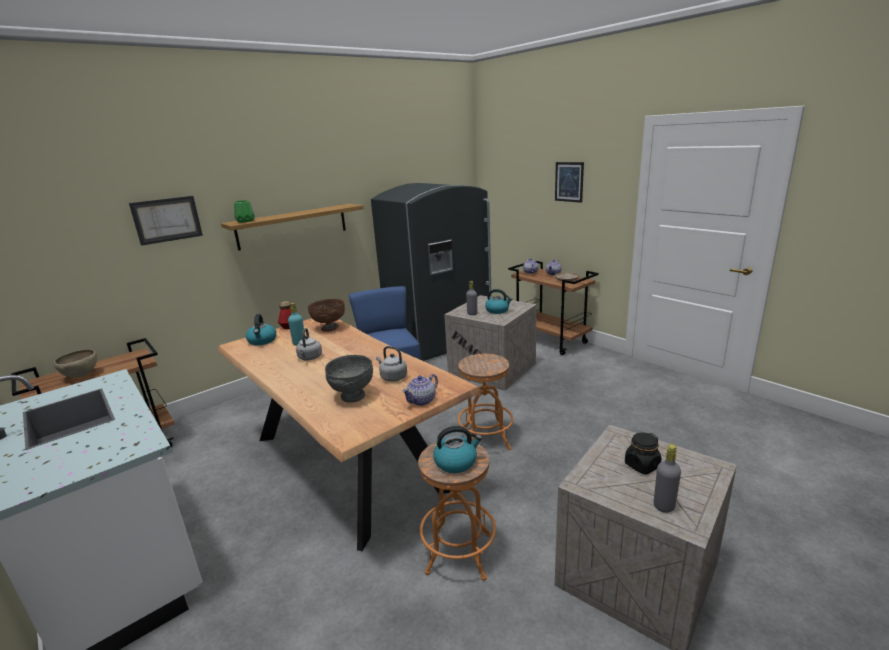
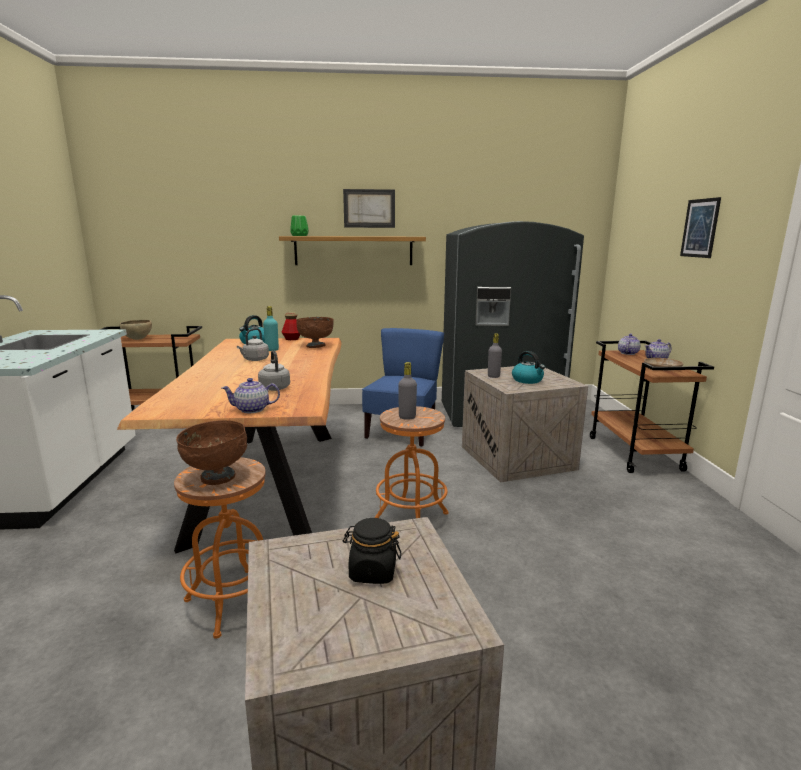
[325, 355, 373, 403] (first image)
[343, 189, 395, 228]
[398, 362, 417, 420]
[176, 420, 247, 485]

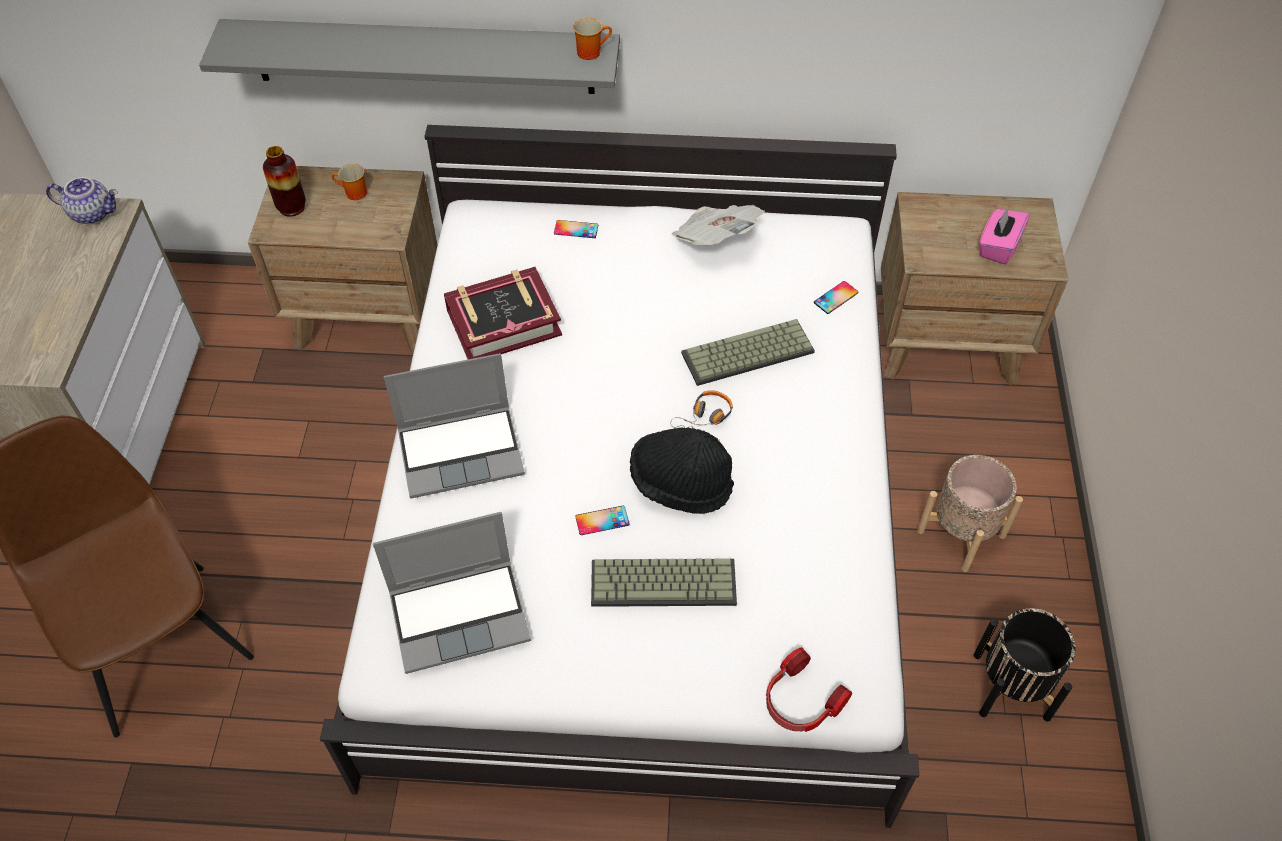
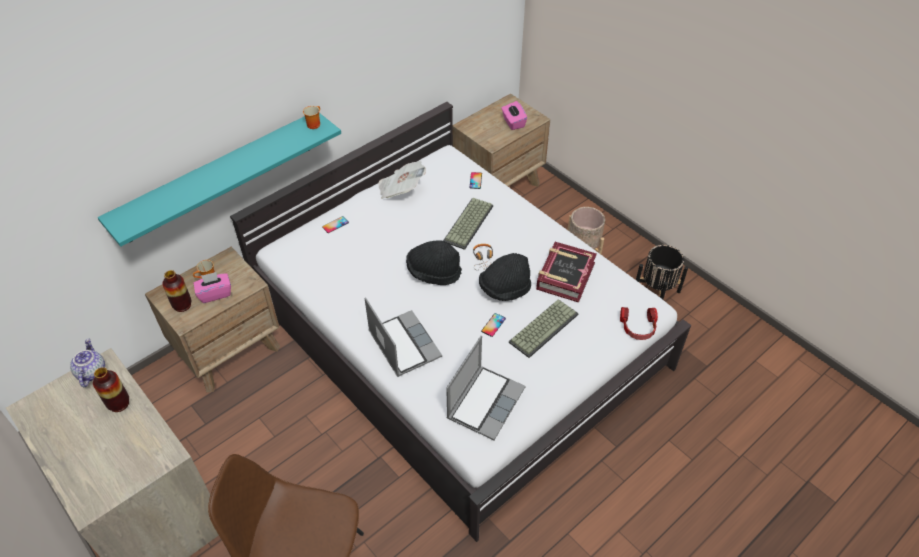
[93, 367, 129, 412]
[194, 272, 231, 303]
[406, 241, 462, 285]
[536, 242, 597, 303]
[98, 113, 341, 247]
[70, 338, 105, 387]
[365, 297, 442, 377]

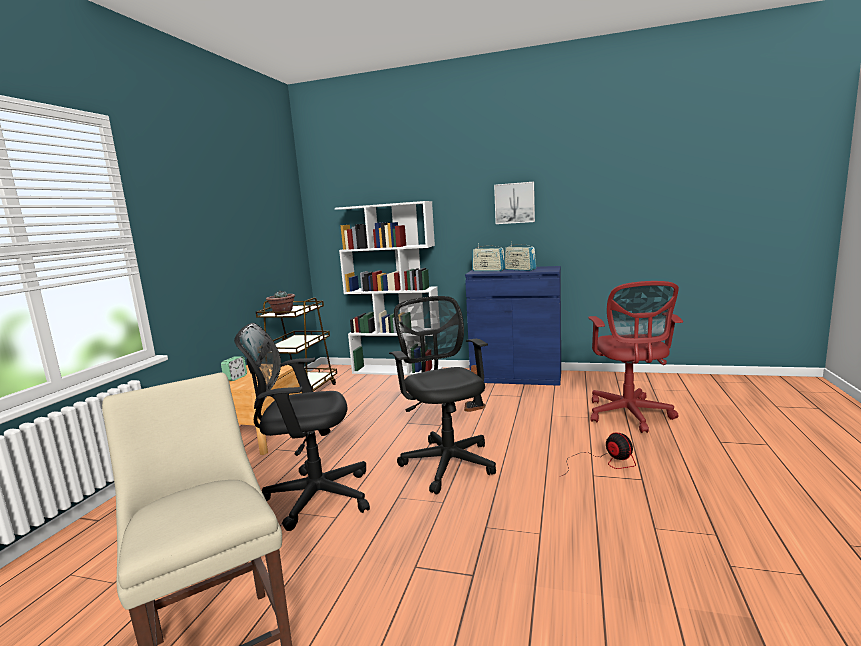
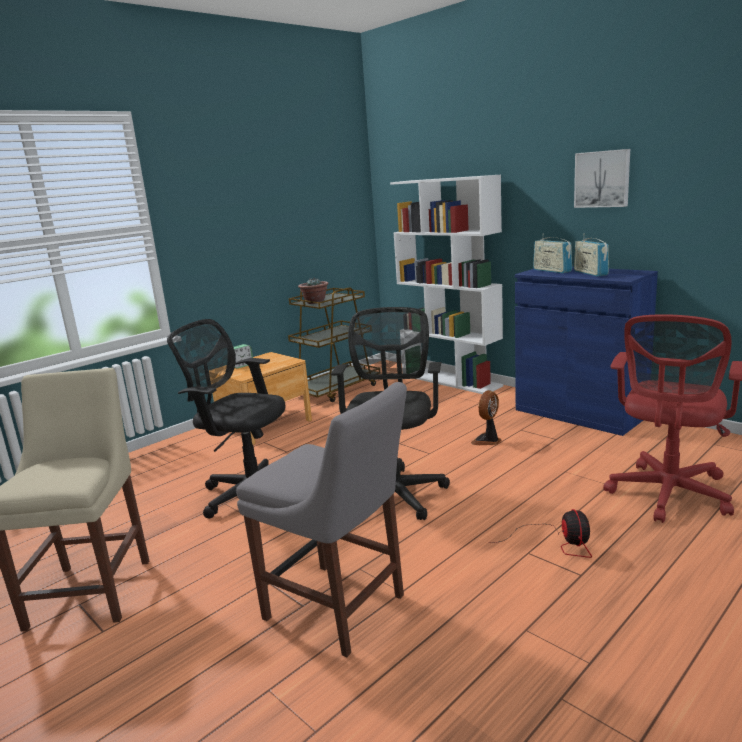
[236, 382, 407, 657]

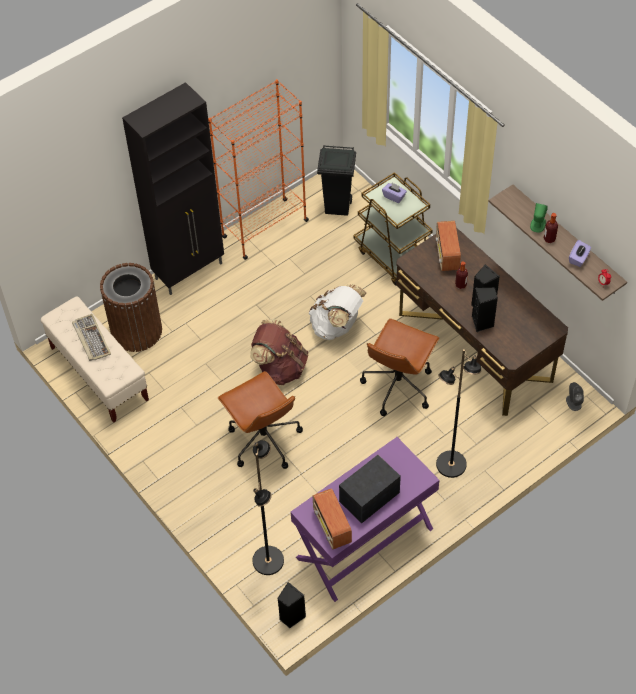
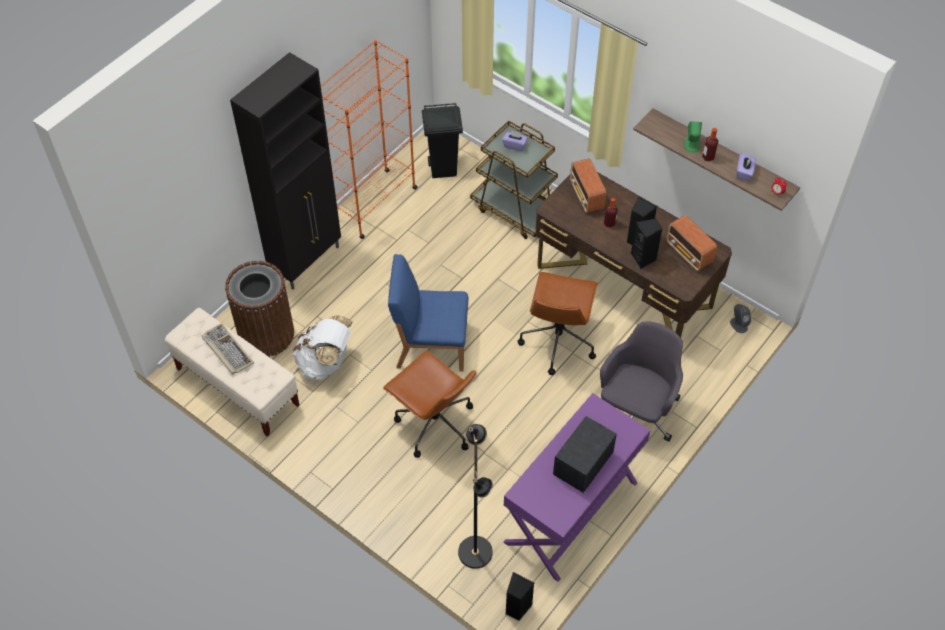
[293, 315, 352, 380]
[666, 215, 717, 271]
[388, 254, 469, 372]
[600, 321, 683, 442]

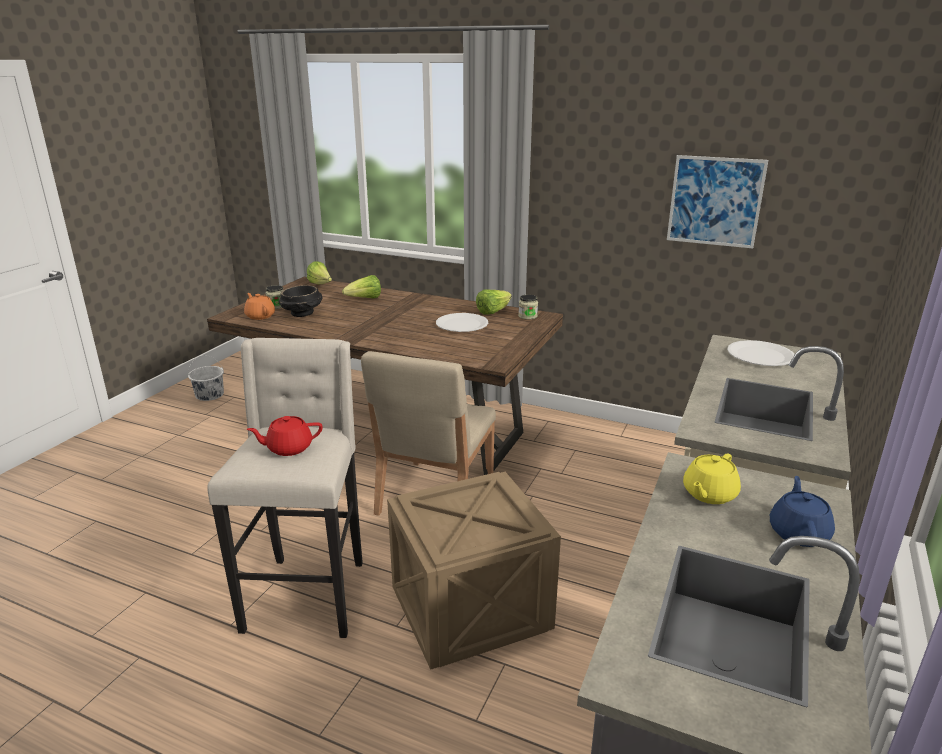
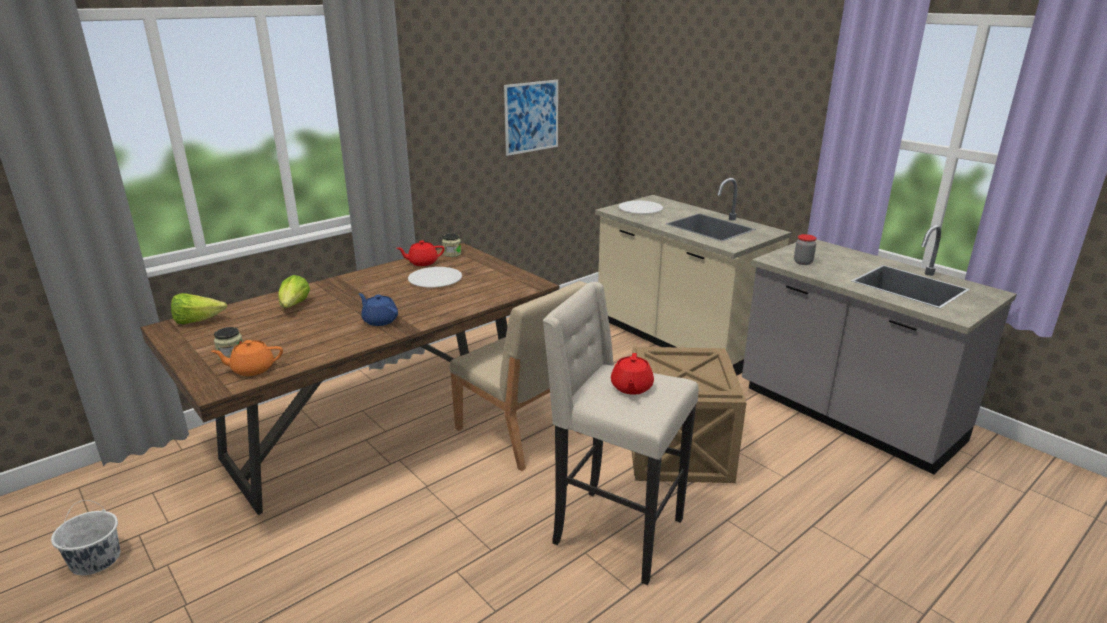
[279, 285, 322, 317] (first image)
[359, 293, 398, 326]
[397, 240, 445, 266]
[794, 234, 817, 265]

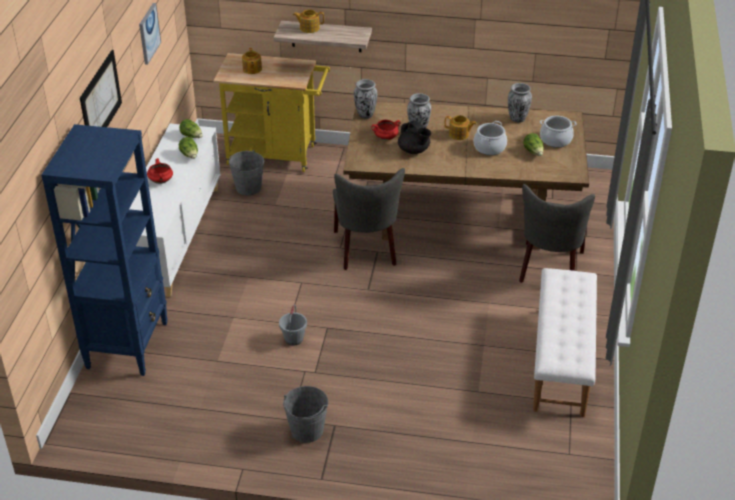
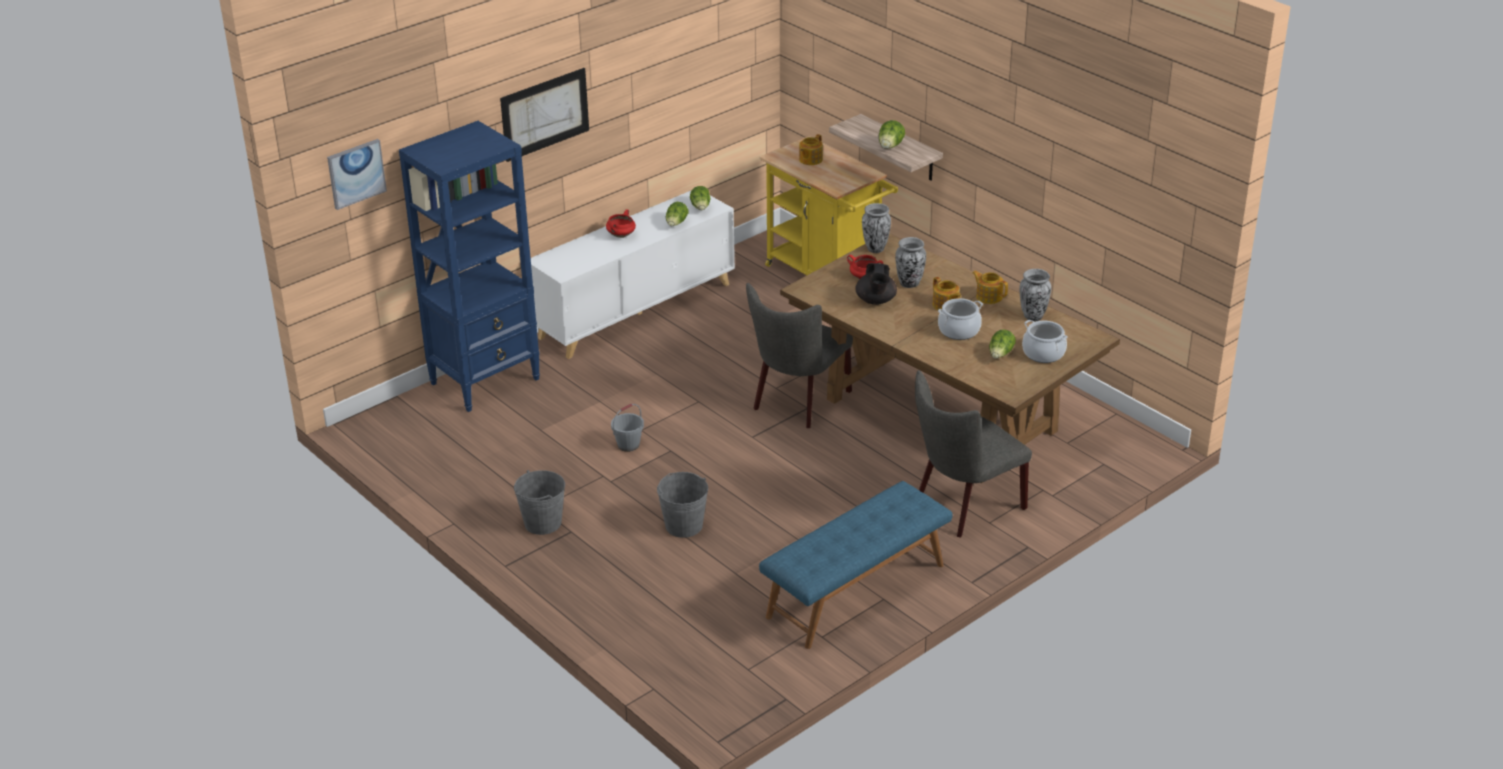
[879, 120, 905, 149]
[327, 139, 387, 210]
[657, 472, 708, 538]
[972, 271, 1008, 304]
[759, 481, 953, 649]

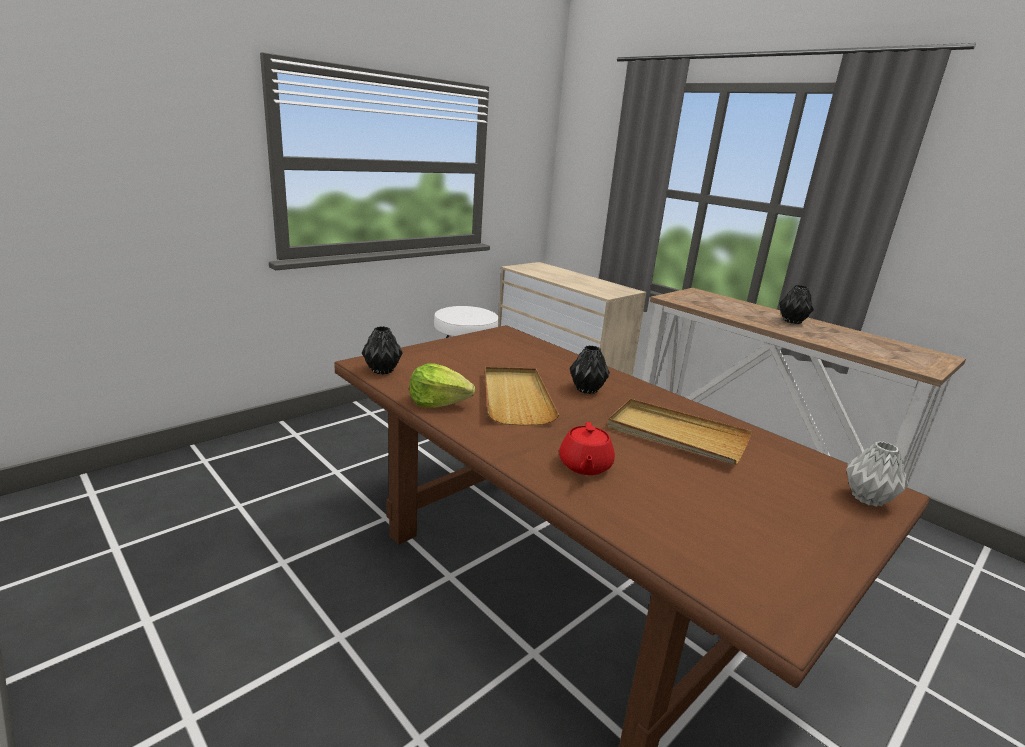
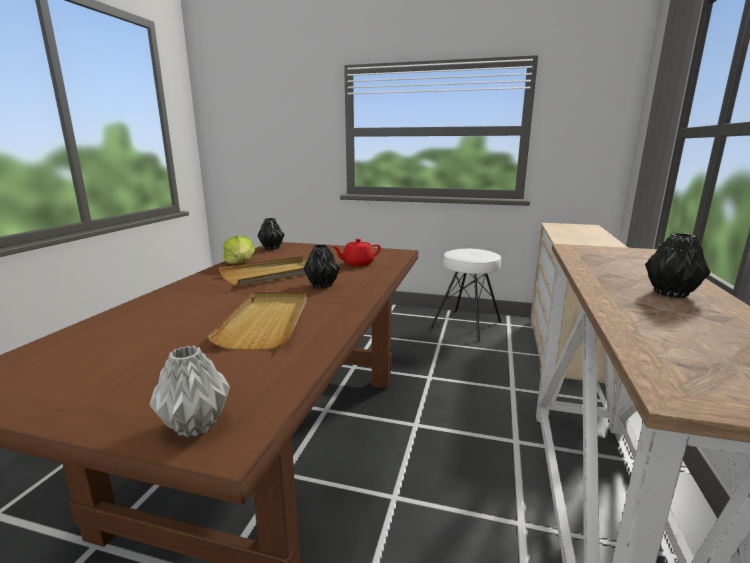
[333, 239, 381, 266]

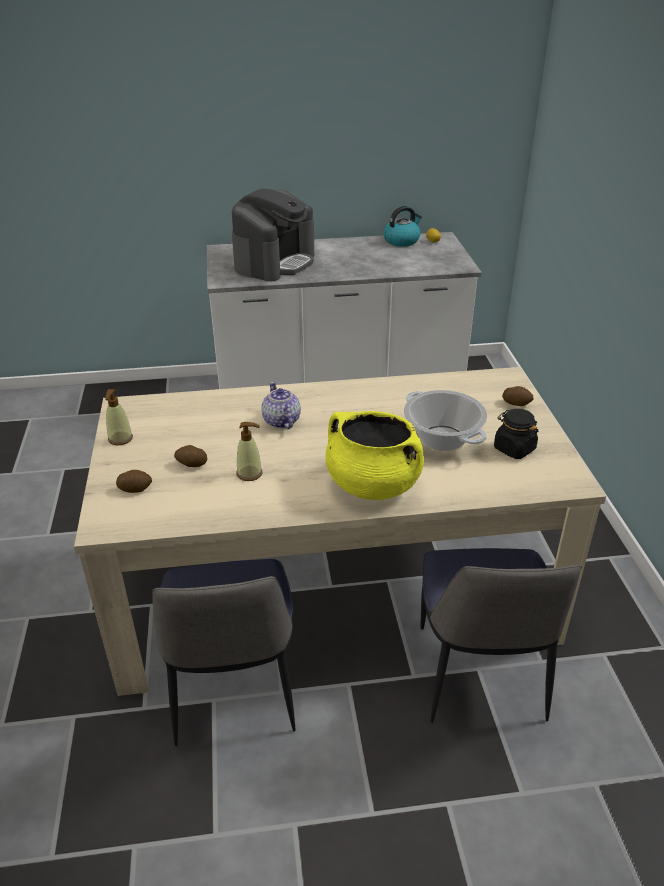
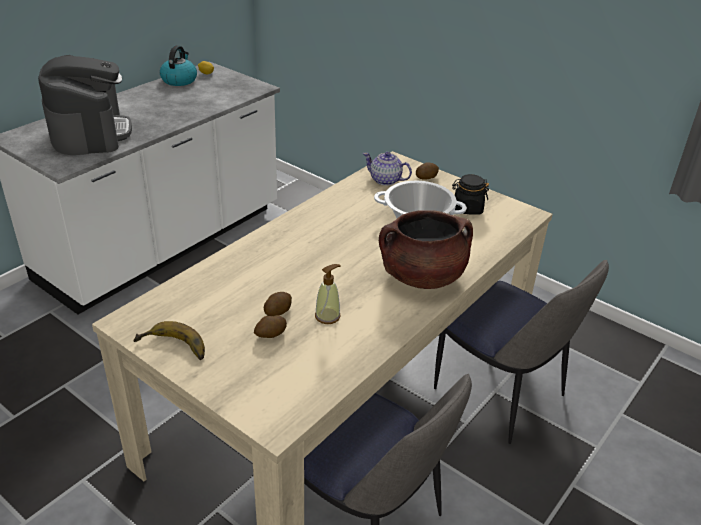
[264, 292, 292, 316]
[363, 152, 412, 186]
[133, 321, 205, 360]
[379, 210, 473, 289]

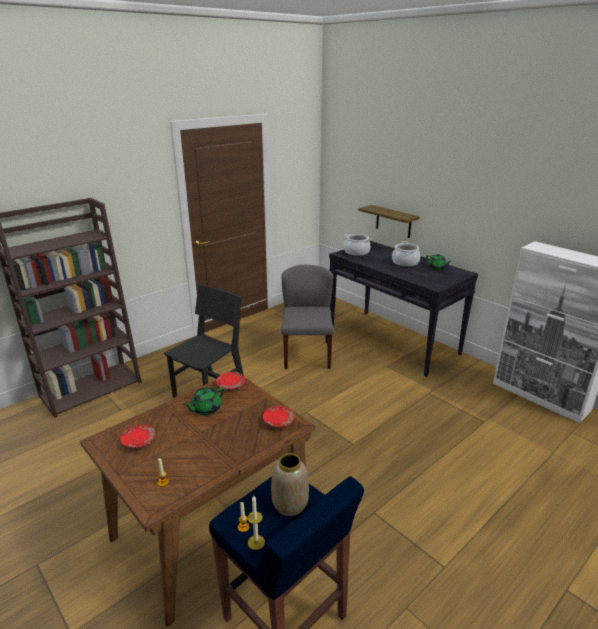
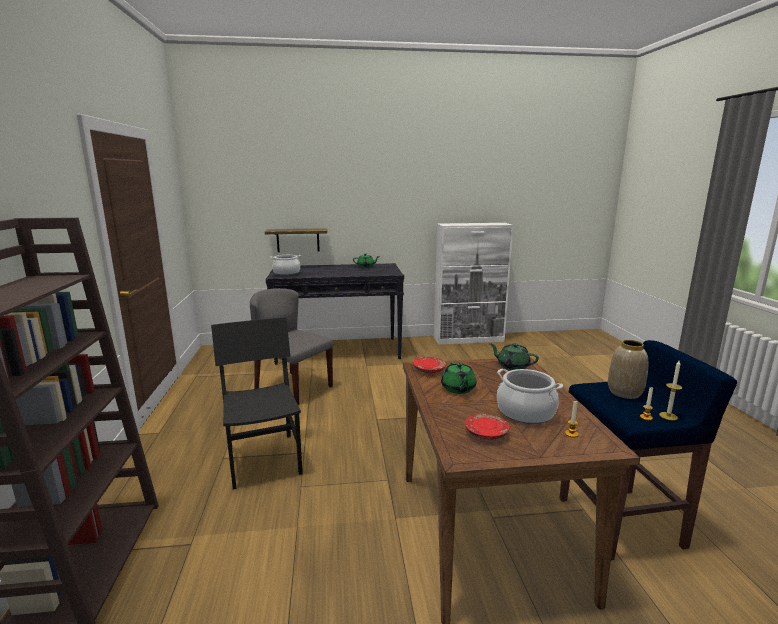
[497, 369, 563, 424]
[489, 343, 539, 370]

